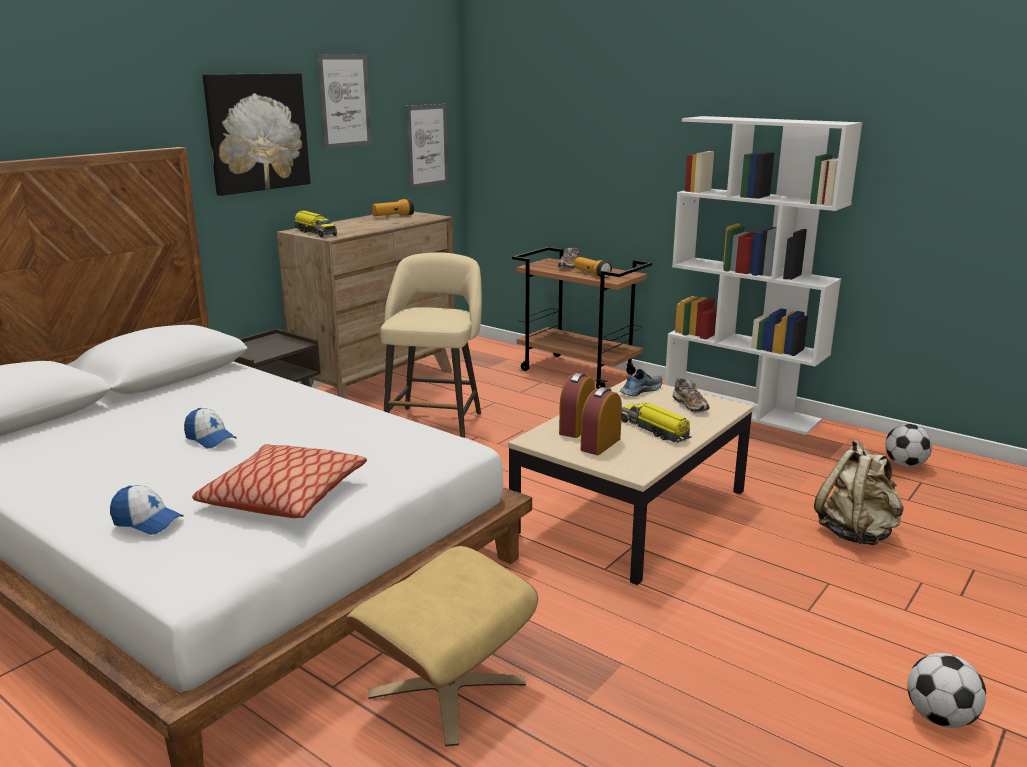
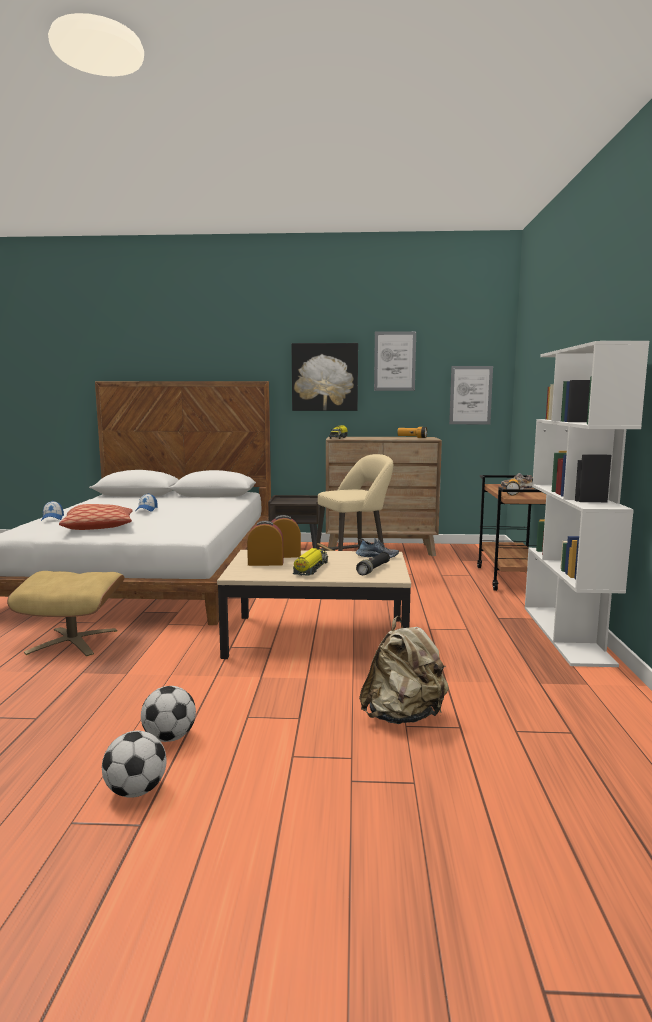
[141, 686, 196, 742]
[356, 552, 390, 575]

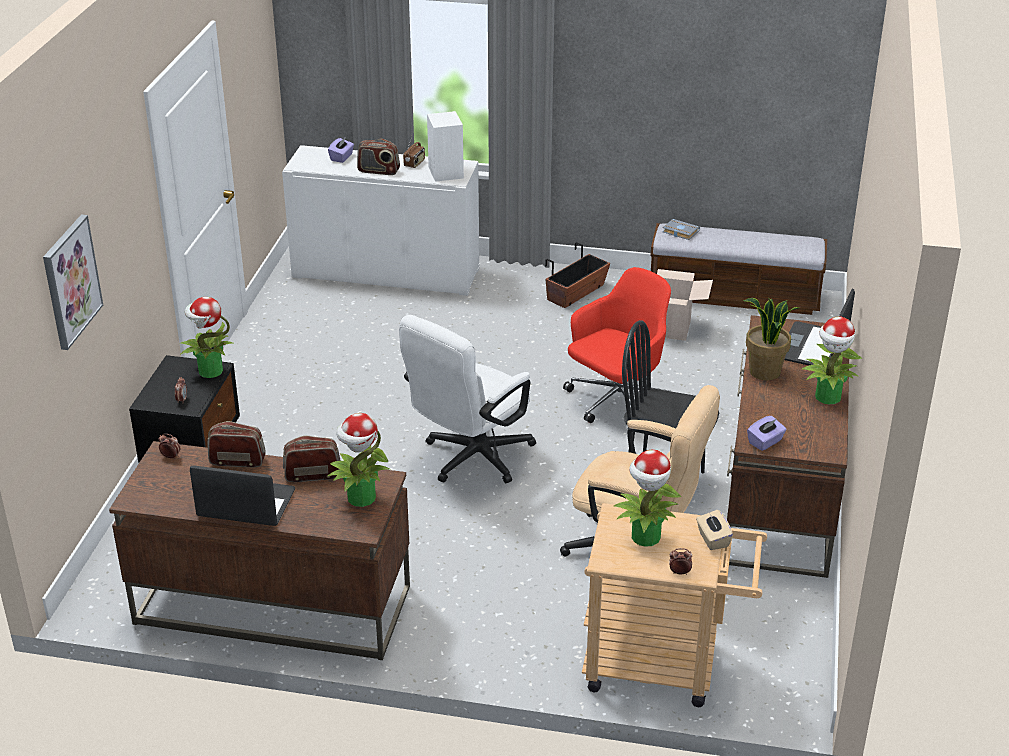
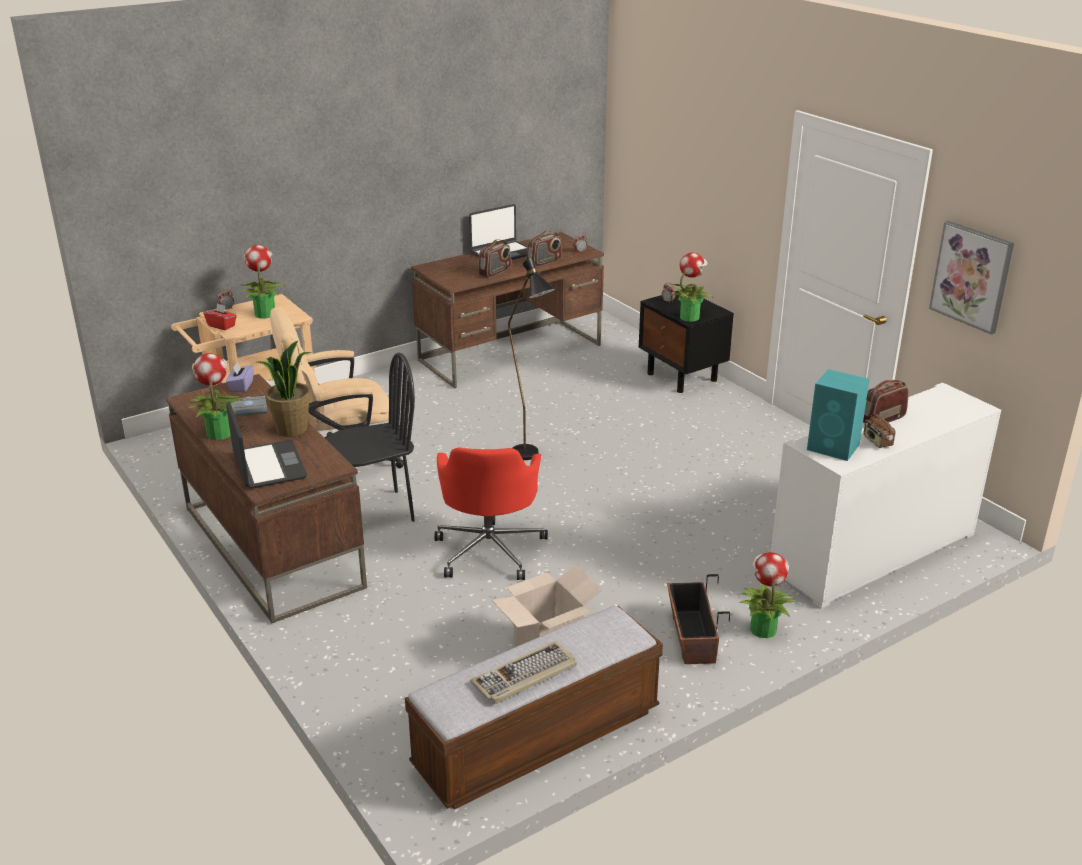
[328, 137, 354, 163] (first image)
[470, 641, 577, 704]
[929, 221, 1014, 335]
[739, 552, 796, 638]
[231, 396, 267, 416]
[508, 258, 556, 460]
[807, 369, 870, 461]
[203, 303, 237, 330]

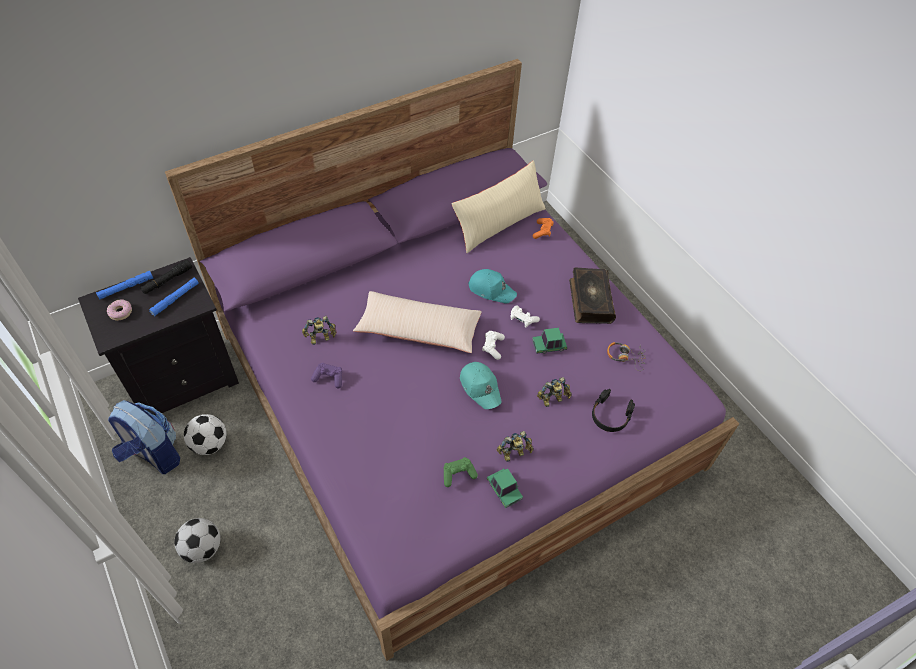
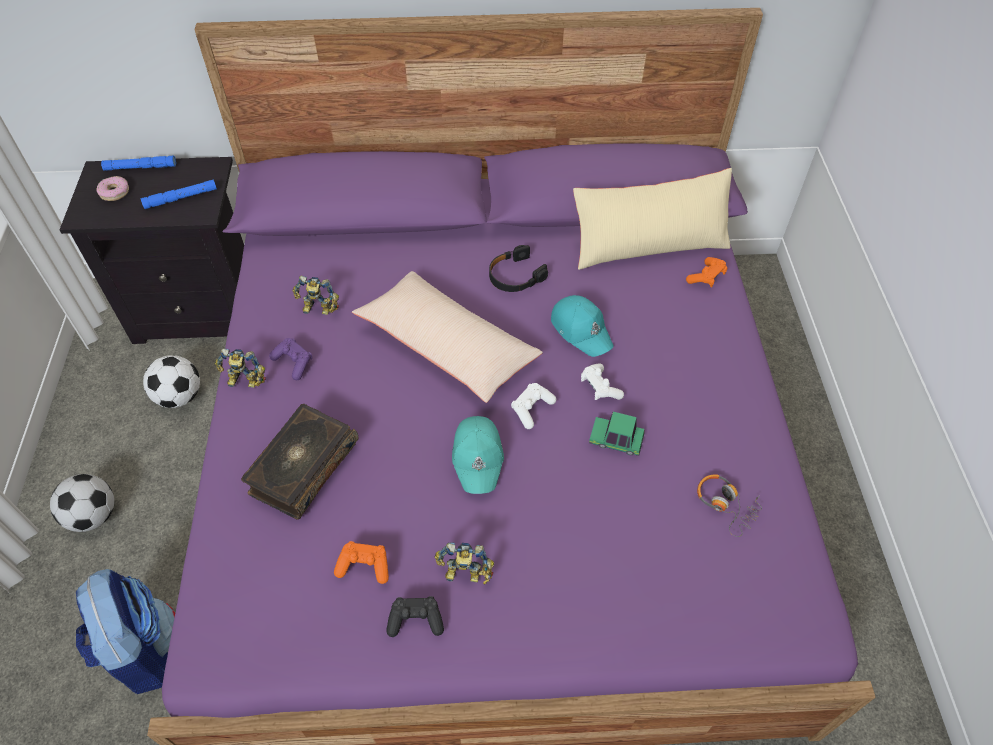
[140, 260, 192, 294] (first image)
[76, 569, 175, 694]
[215, 349, 266, 388]
[241, 404, 359, 520]
[489, 245, 548, 292]
[386, 596, 444, 637]
[334, 541, 389, 584]

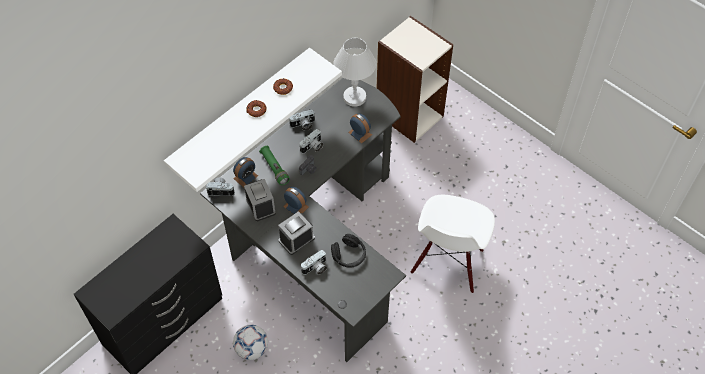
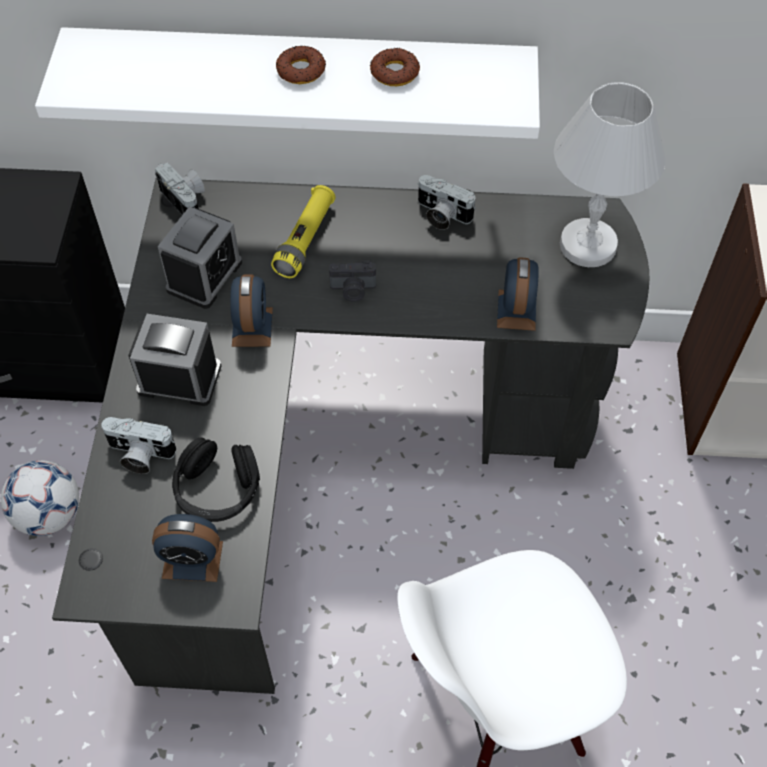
[300, 129, 323, 153] (first image)
[152, 514, 223, 582]
[271, 185, 336, 278]

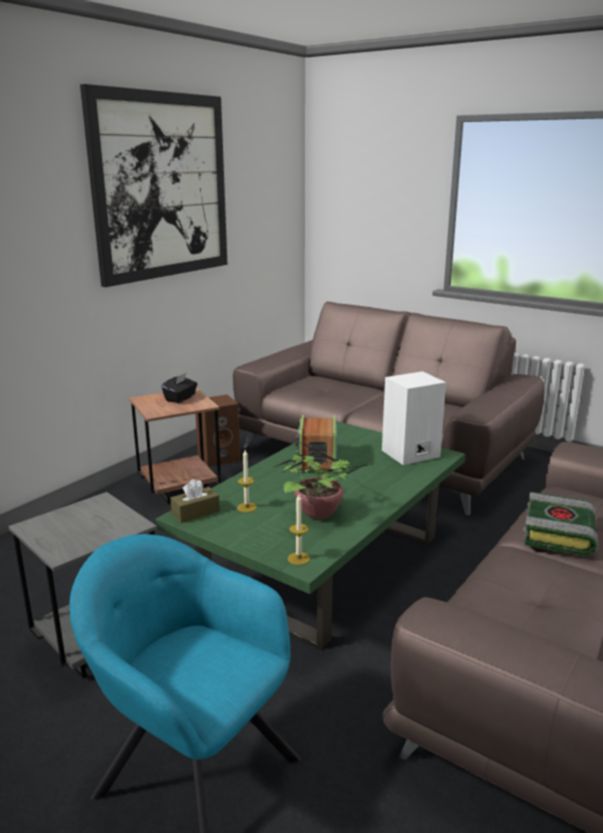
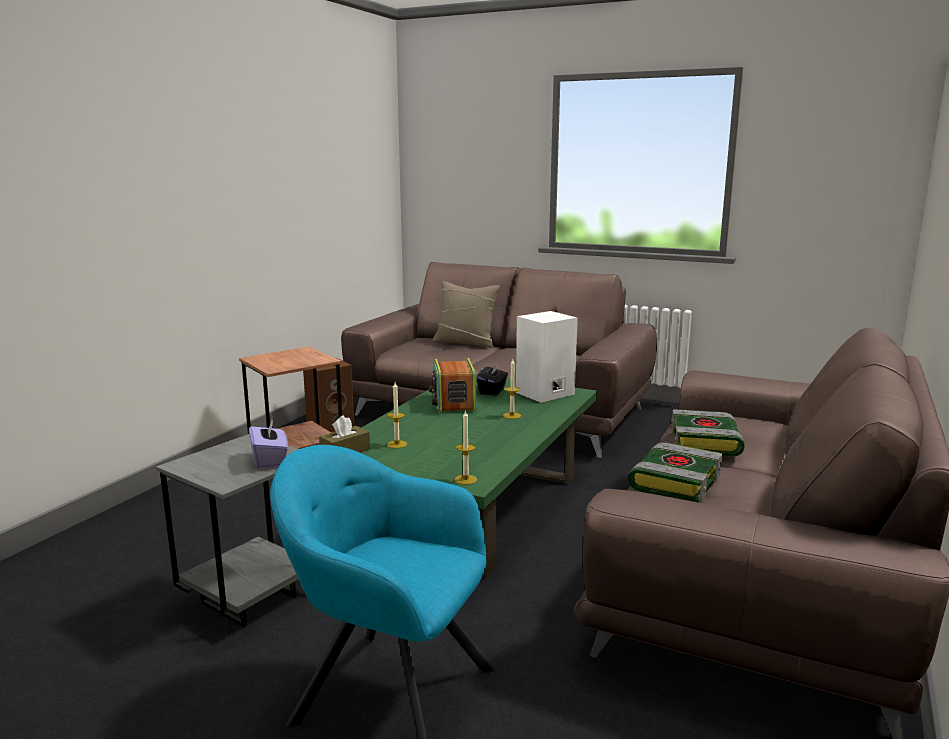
[80, 84, 227, 287] (first image)
[274, 440, 371, 519] (first image)
[249, 417, 288, 469]
[433, 281, 500, 348]
[503, 359, 521, 419]
[628, 442, 722, 503]
[477, 362, 508, 395]

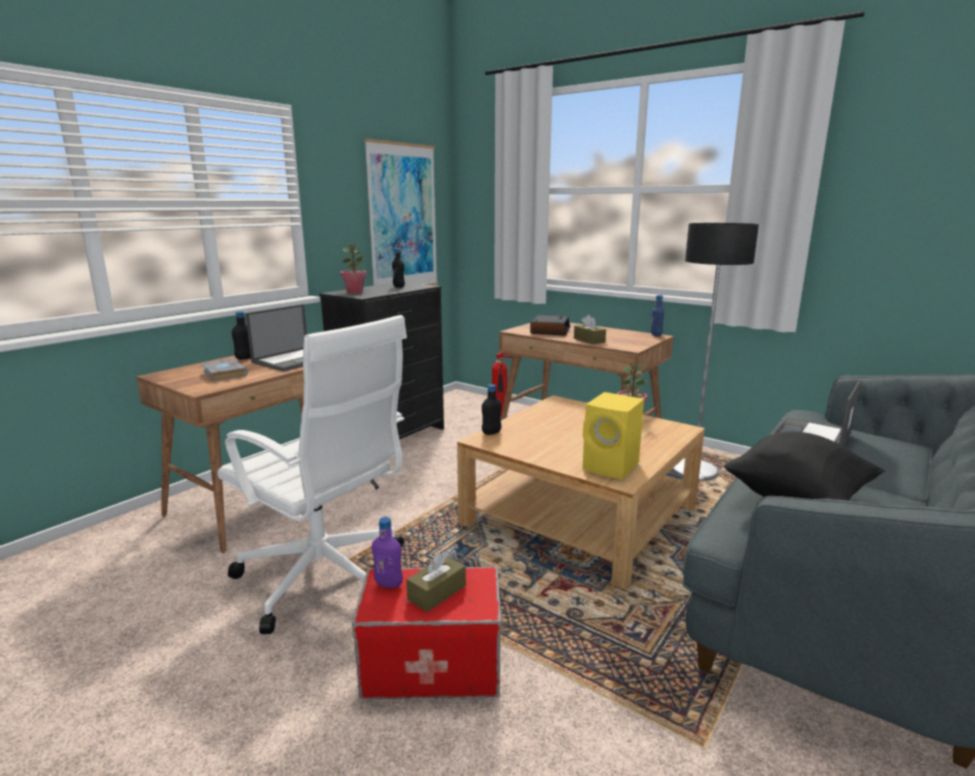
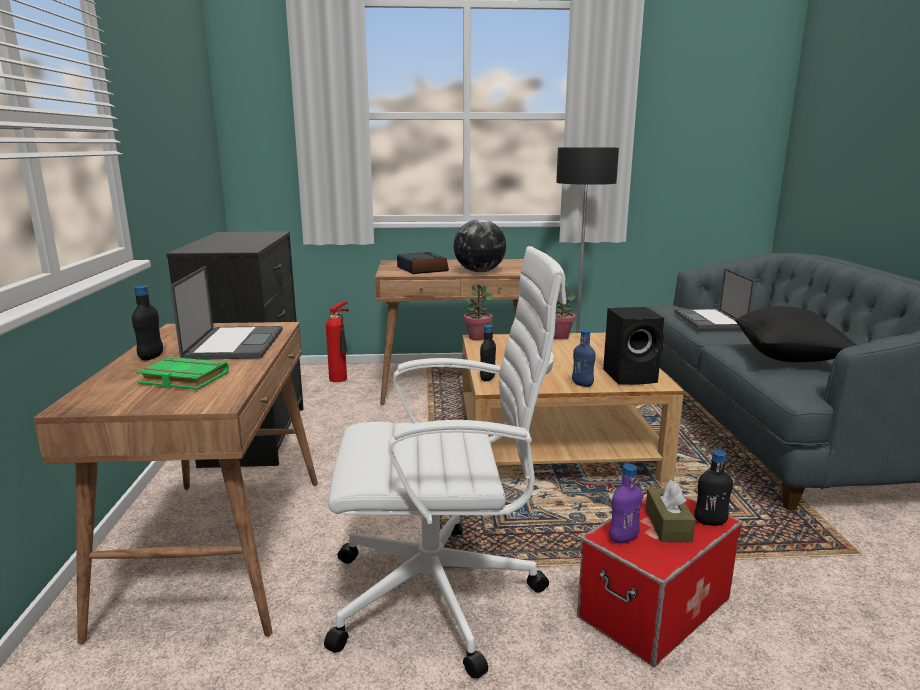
[364, 138, 438, 286] (first image)
[464, 284, 493, 341]
[694, 450, 733, 526]
[572, 329, 596, 387]
[454, 219, 506, 273]
[136, 357, 229, 390]
[603, 307, 664, 385]

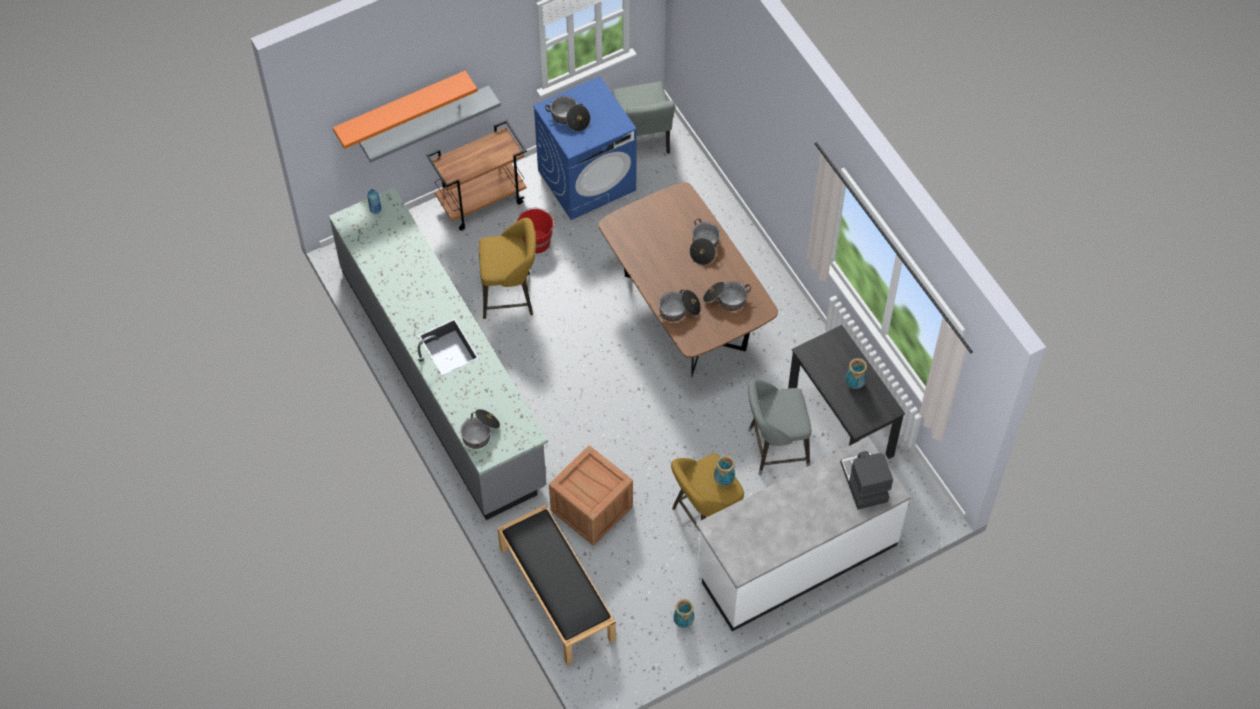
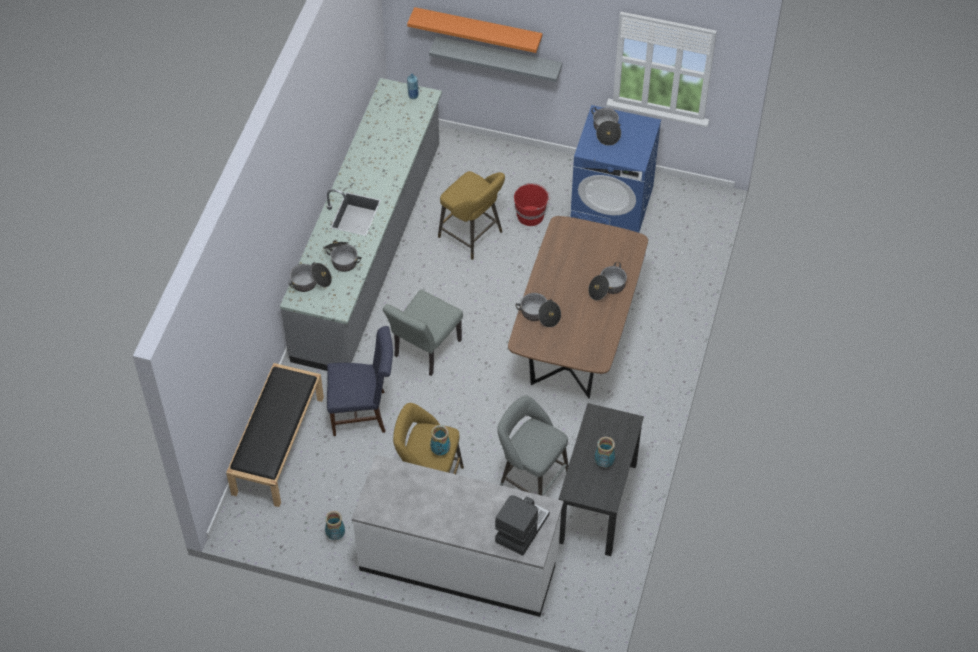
[426, 120, 527, 231] (first image)
[383, 289, 463, 376]
[323, 240, 362, 272]
[327, 326, 393, 436]

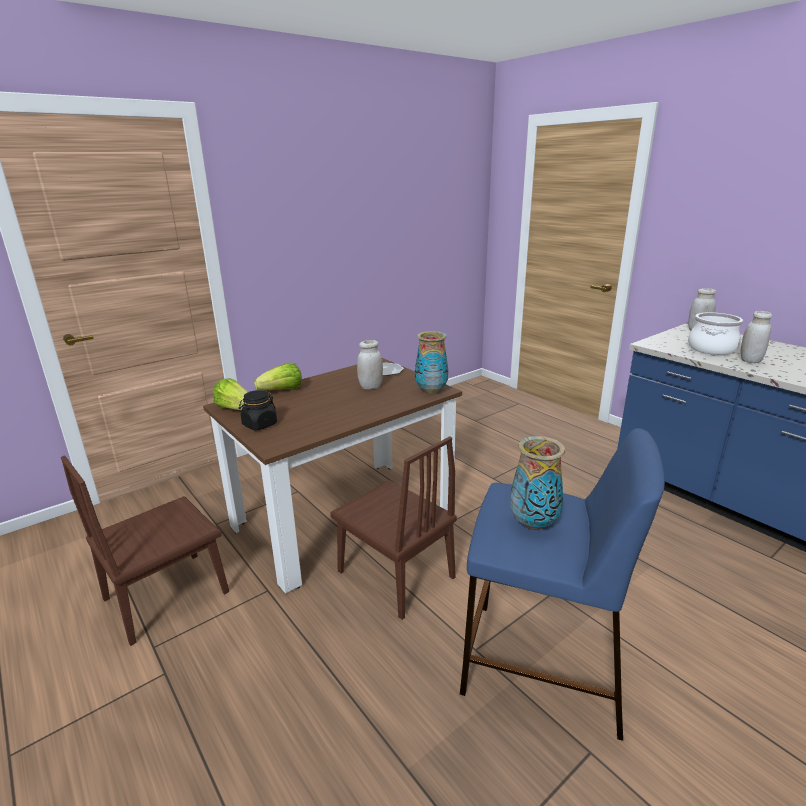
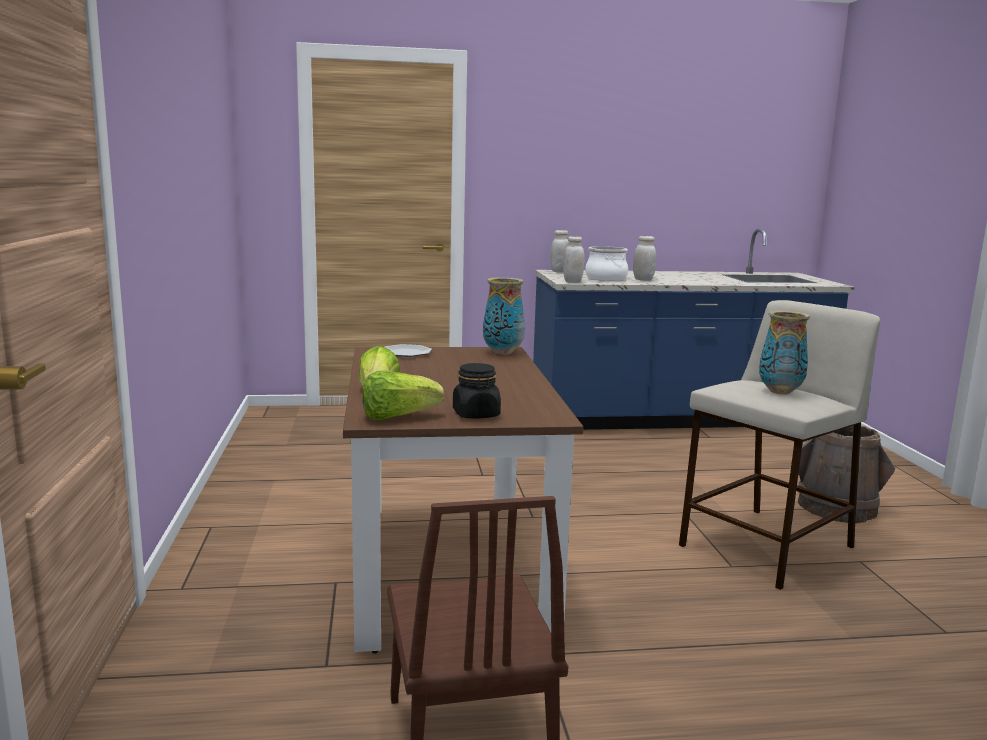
[330, 436, 457, 620] (first image)
[798, 426, 895, 524]
[564, 236, 585, 283]
[679, 300, 880, 590]

